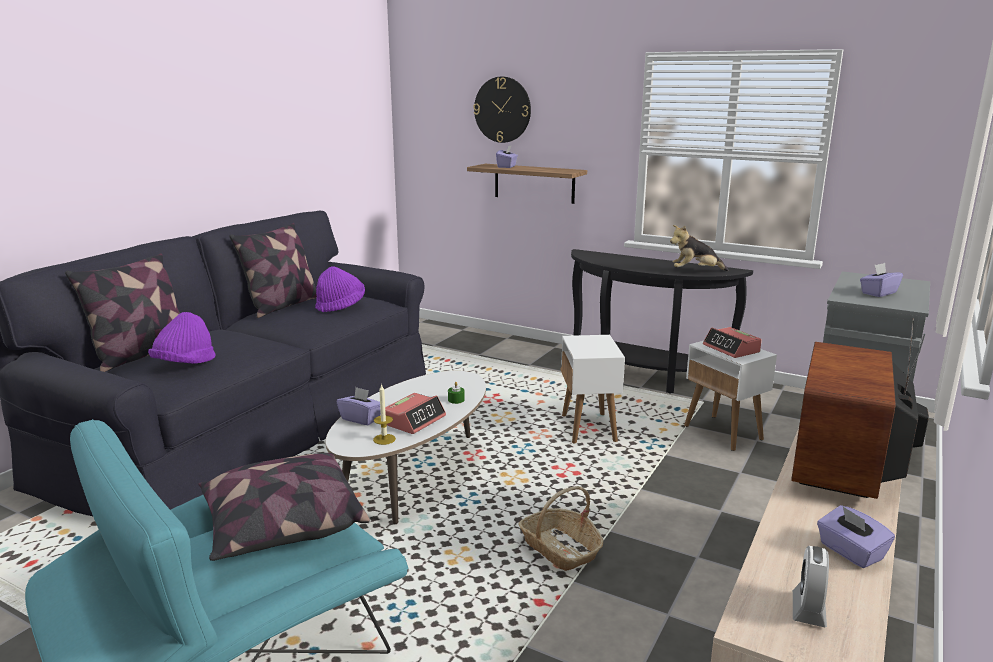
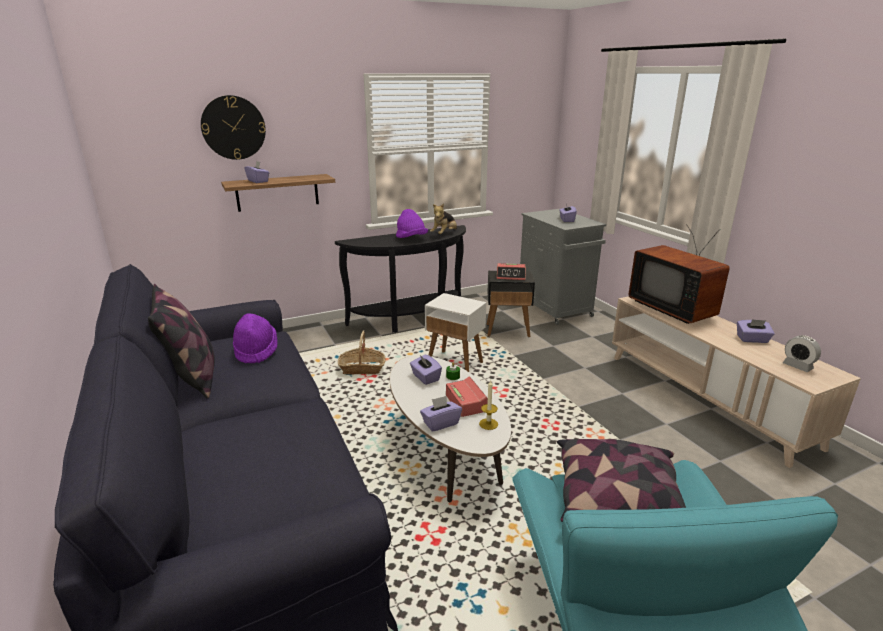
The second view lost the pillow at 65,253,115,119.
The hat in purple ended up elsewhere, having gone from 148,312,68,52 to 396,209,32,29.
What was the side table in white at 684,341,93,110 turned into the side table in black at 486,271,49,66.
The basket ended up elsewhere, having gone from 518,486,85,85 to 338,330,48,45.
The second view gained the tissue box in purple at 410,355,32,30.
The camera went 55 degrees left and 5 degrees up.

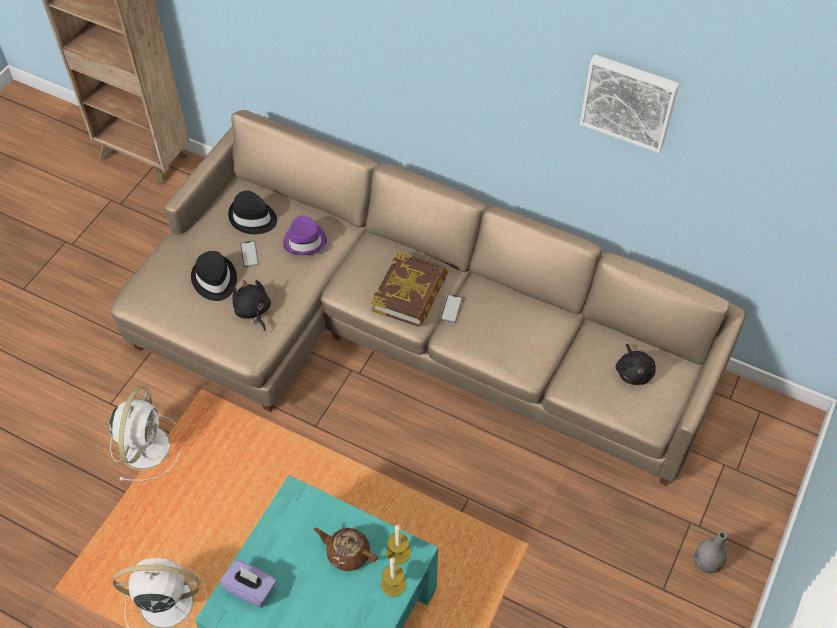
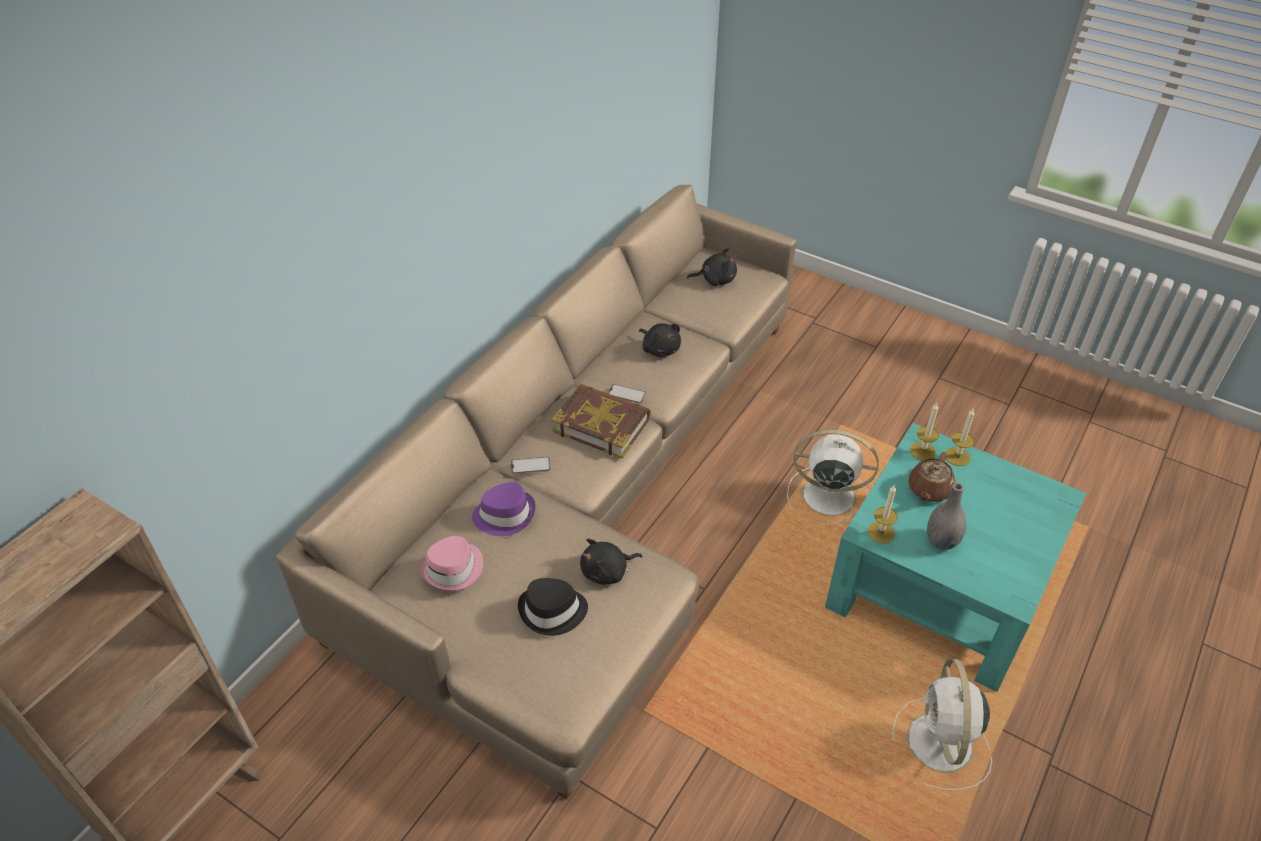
The second view lost the picture at 580,54,99,99.
What was the hat in black at 228,191,49,43 turned into the hat in pink at 419,536,64,55.
The phone ended up elsewhere, having gone from 240,241,19,26 to 511,456,39,18.
The fan in white ended up elsewhere, having gone from 109,386,71,95 to 787,430,92,95.
The vase in grey ended up elsewhere, having gone from 694,531,33,43 to 927,483,39,67.
The second view lost the tissue box in purple at 219,560,58,48.
The second view gained the plush toy in black at 639,323,42,34.
The second view gained the candle at 868,484,30,59.
The camera went 85 degrees left and 10 degrees down.

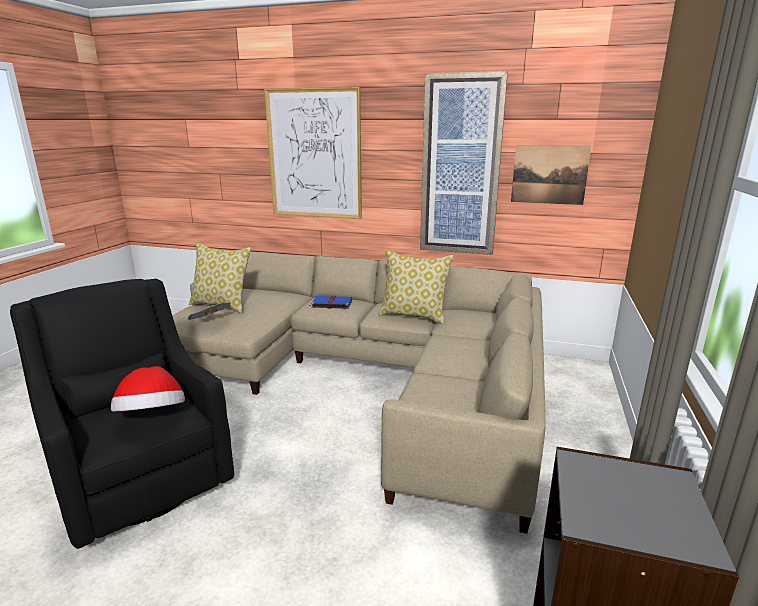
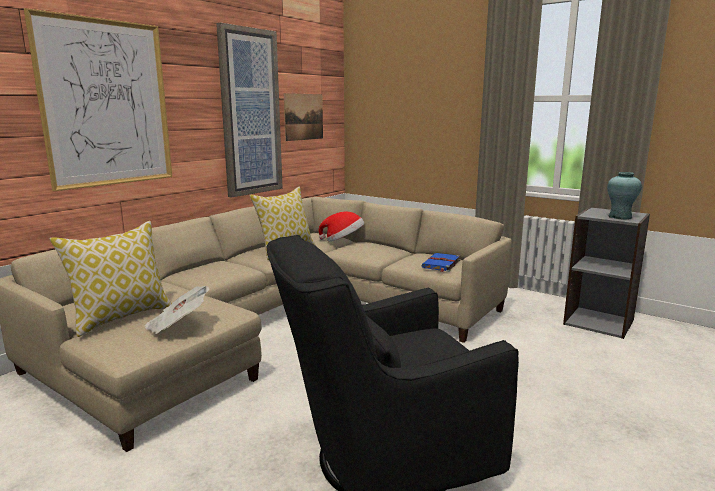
The book in blue ended up elsewhere, having gone from 310,296,42,13 to 421,253,39,19.
The hat ended up elsewhere, having gone from 111,366,74,45 to 318,211,46,31.
The second view gained the vase in turquoise at 607,172,35,48.
The camera went 70 degrees left and 5 degrees down.

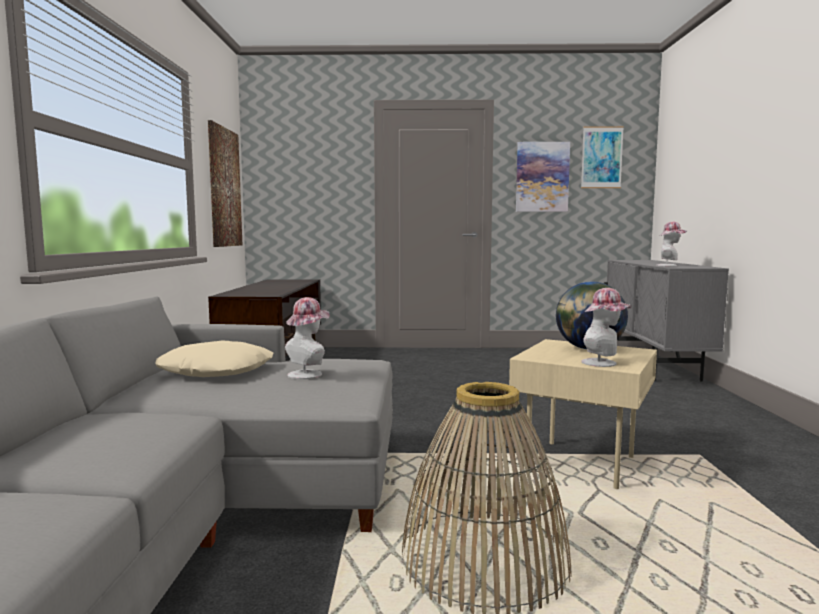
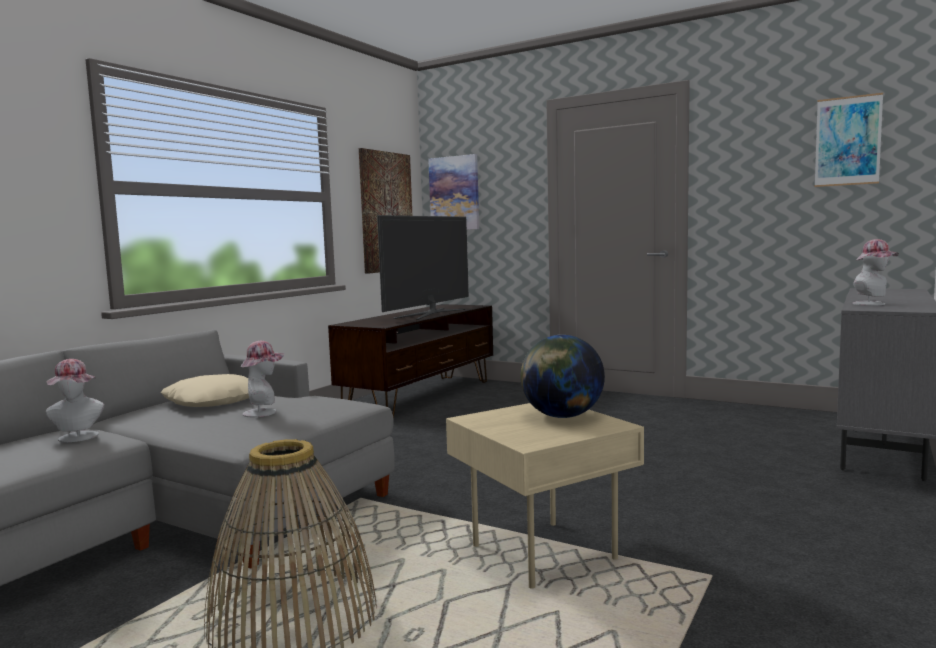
The picture ended up elsewhere, having gone from 516,142,54,70 to 428,154,51,76.
The hat ended up elsewhere, having gone from 581,288,51,79 to 46,359,58,83.
The second view gained the television at 377,215,92,105.
The camera went 30 degrees right and 0 degrees up.

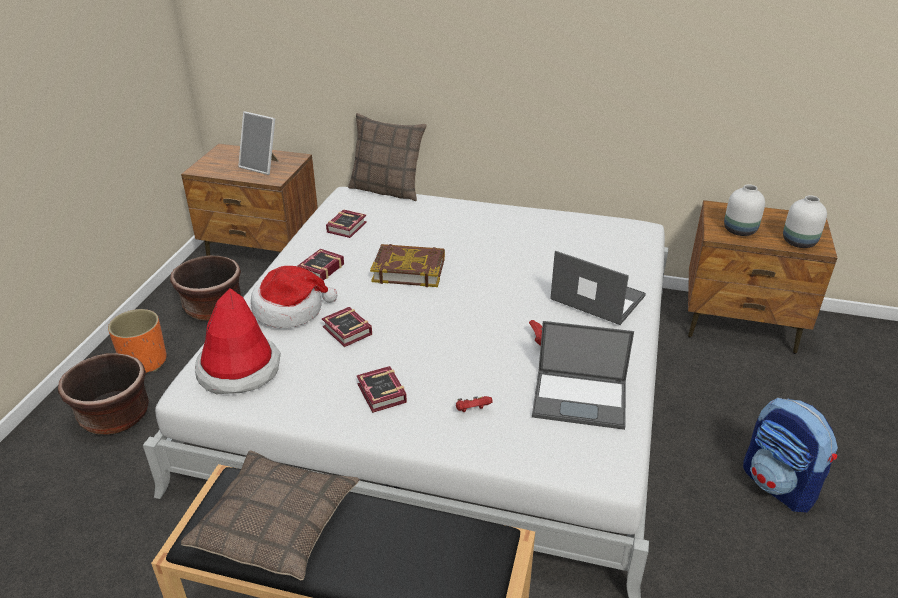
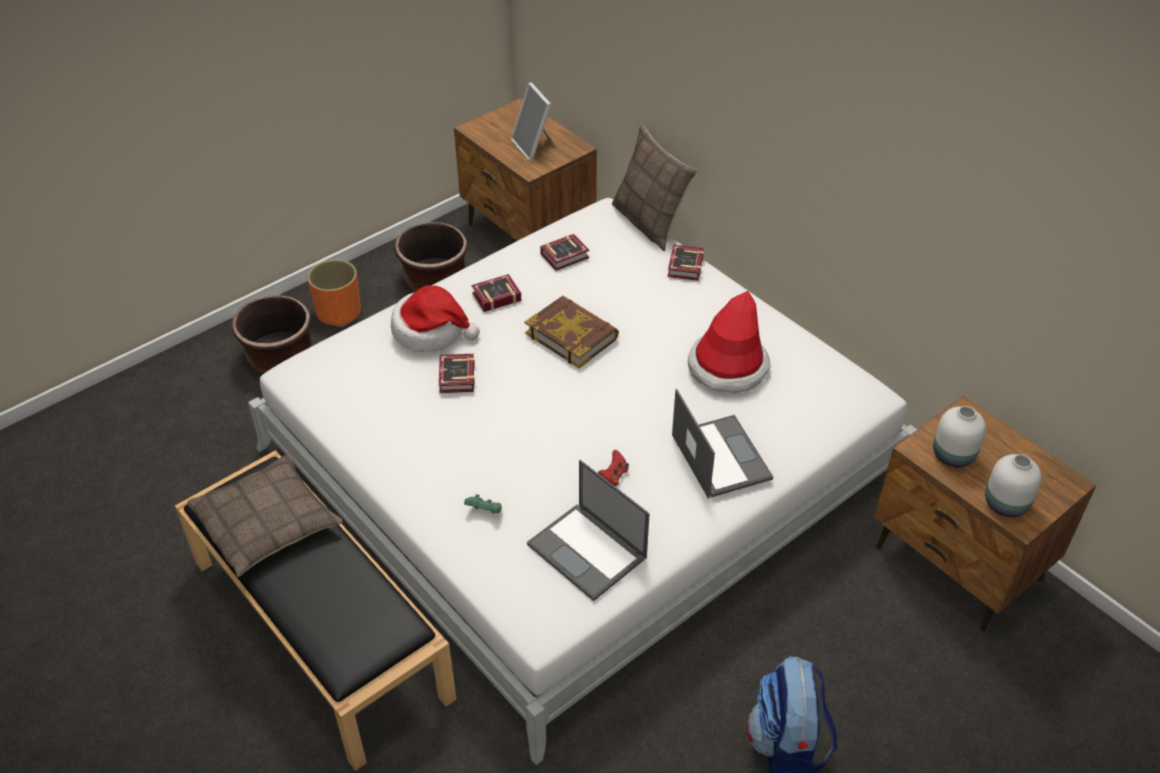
The hat ended up elsewhere, having gone from 195,288,85,106 to 688,291,83,102.
The book ended up elsewhere, having gone from 357,366,50,47 to 668,244,36,37.
What was the game controller in red at 456,396,37,16 turned into the game controller in green at 464,494,38,20.
The camera went 35 degrees right and 10 degrees up.

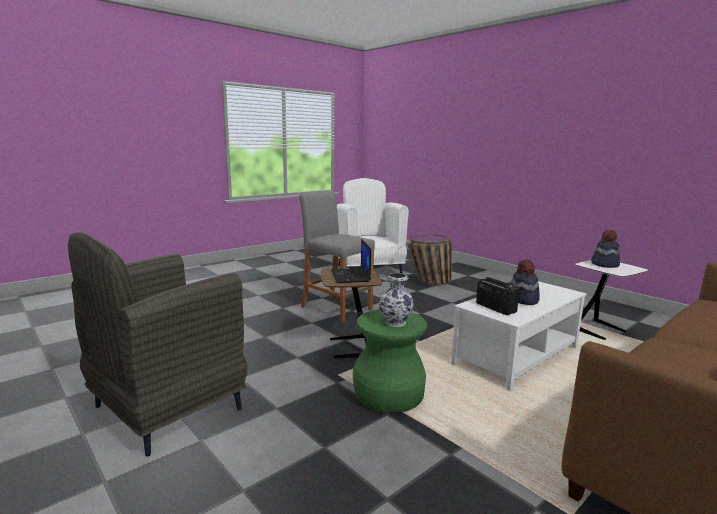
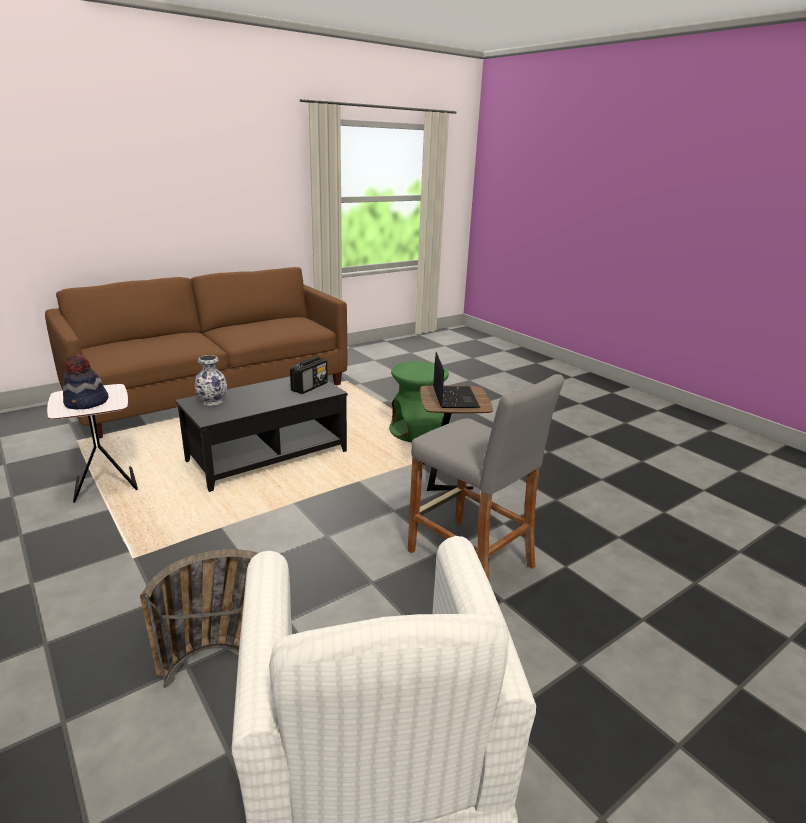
The second view lost the armchair in grey at 68,232,179,225.
The second view lost the hat at 511,260,29,45.
The vase ended up elsewhere, having gone from 379,273,35,54 to 195,355,32,51.
The radio at 476,277,44,38 ended up facing another way, 120 degrees counterclockwise from before.
What was the coffee table in white at 451,281,136,110 turned into the coffee table in black at 175,377,172,115.
The camera went 175 degrees left and 10 degrees up.

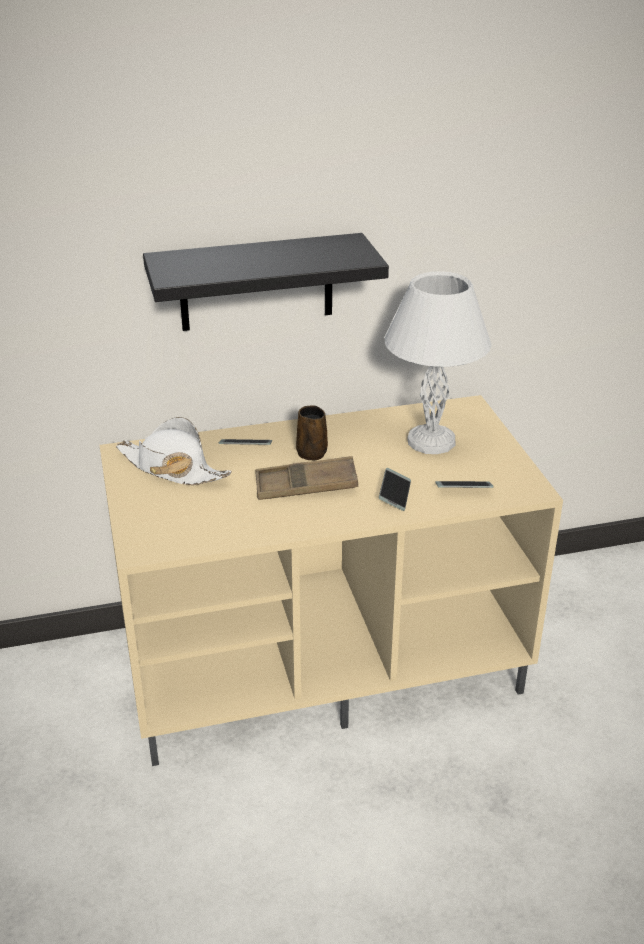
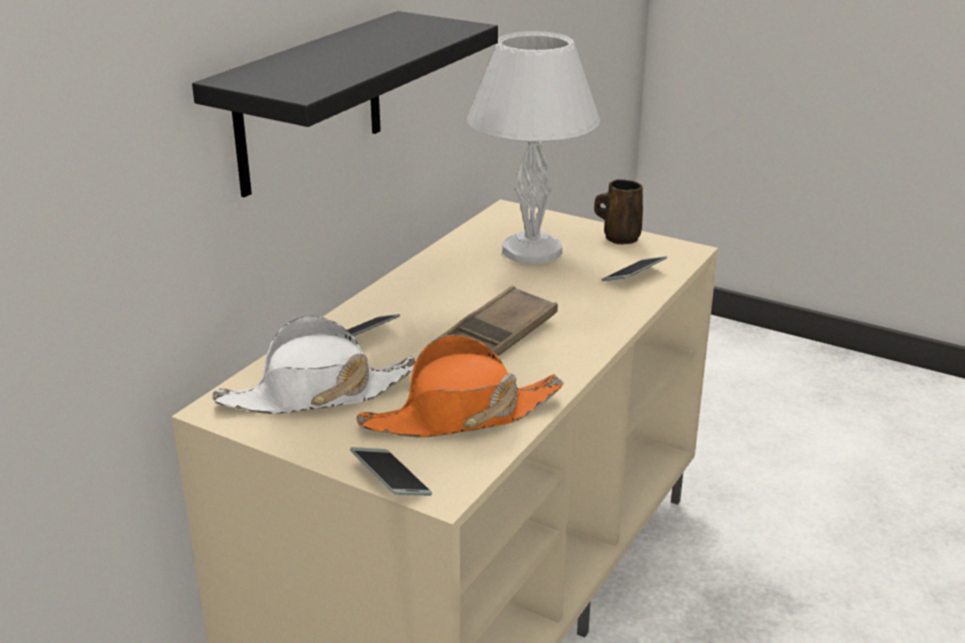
The mug in brown ended up elsewhere, having gone from 296,405,32,55 to 594,179,49,65.
The phone ended up elsewhere, having gone from 379,468,32,43 to 350,447,82,49.
The second view gained the hat in orange at 357,334,207,104.
The camera went 45 degrees left and 5 degrees down.

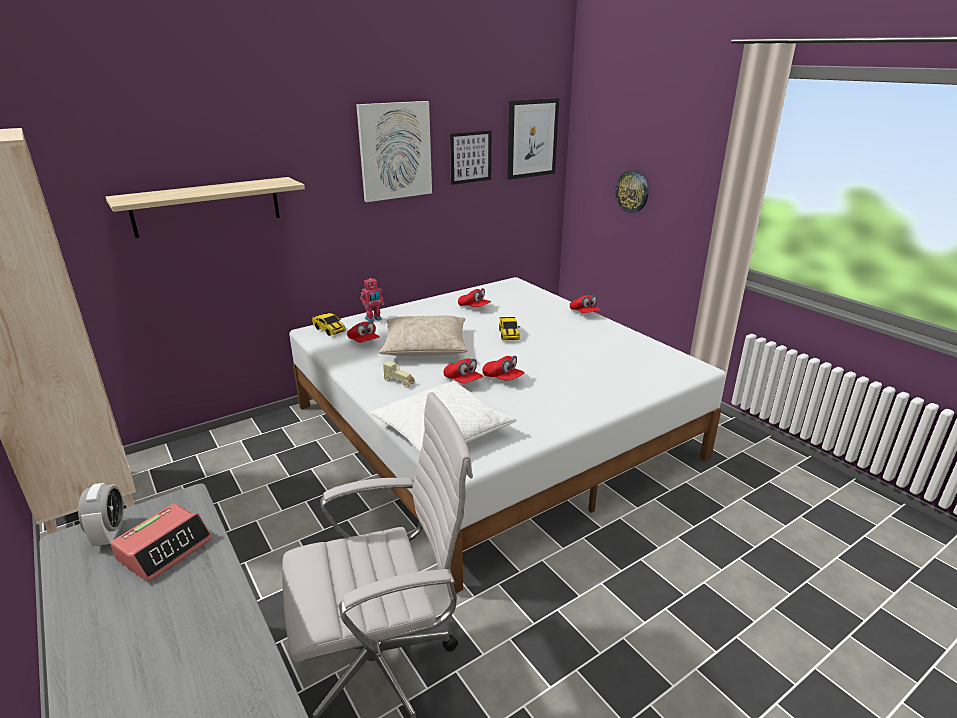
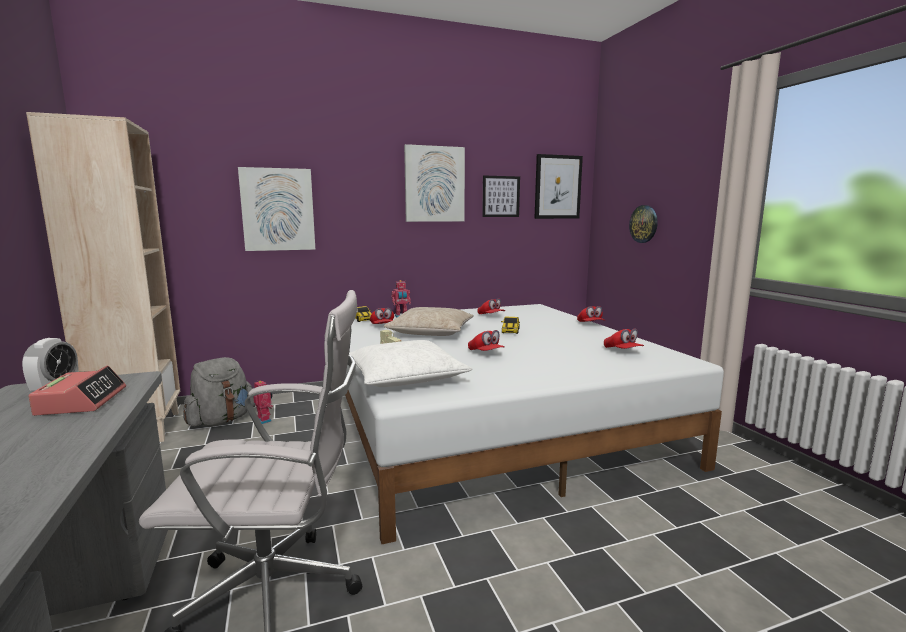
Where the shelf hung at 106,177,199,61, the picture came to hang at 238,167,77,84.
The cap in red ended up elsewhere, having gone from 443,358,40,25 to 604,329,40,20.
The alarm clock at 110,503,102,79 ended up facing another way, 60 degrees counterclockwise from before.
The second view gained the backpack in grey at 183,357,72,70.
The second view gained the toy robot at 253,381,20,43.
The camera went 15 degrees right and 15 degrees down.

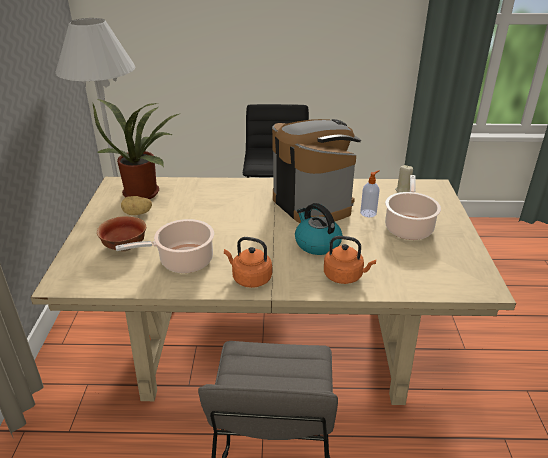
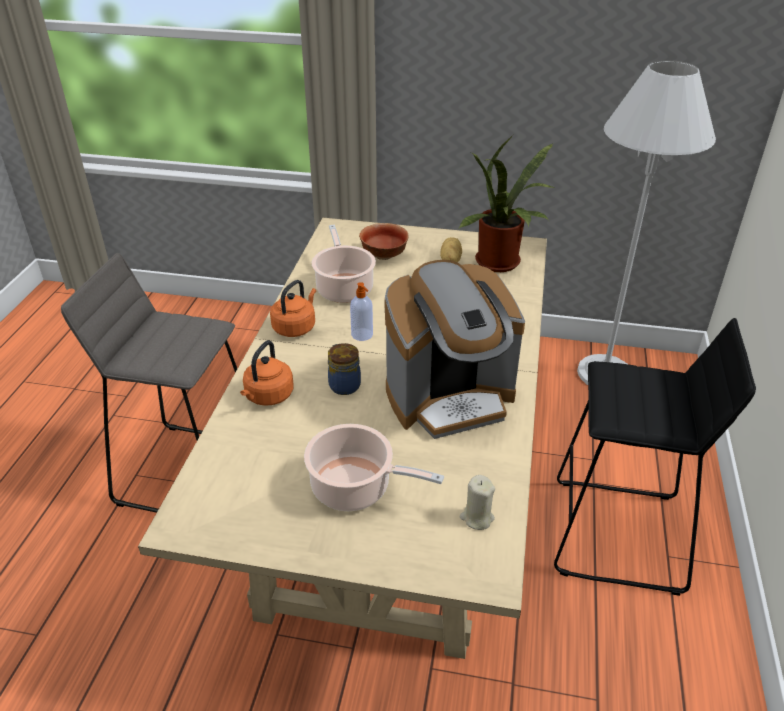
The soap dispenser ended up elsewhere, having gone from 360,170,20,47 to 350,282,23,59.
Where the kettle stood at 295,203,47,52, the jar came to stand at 328,343,33,52.
The camera went 100 degrees right and 5 degrees up.

